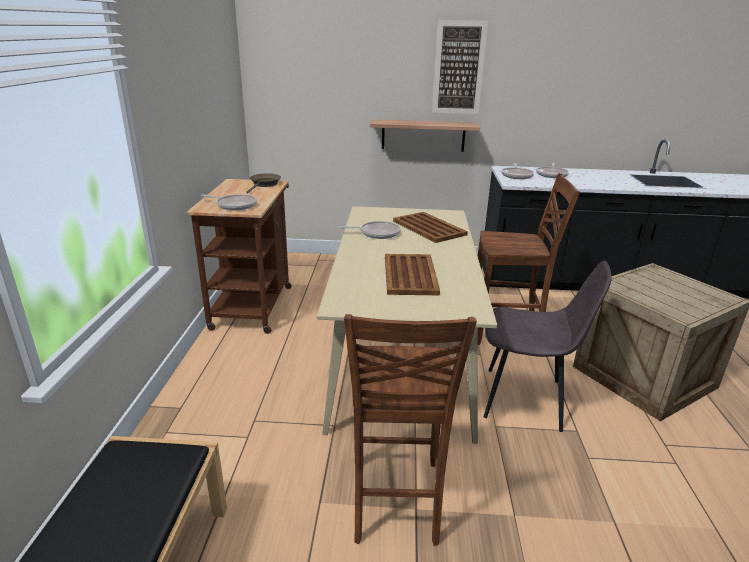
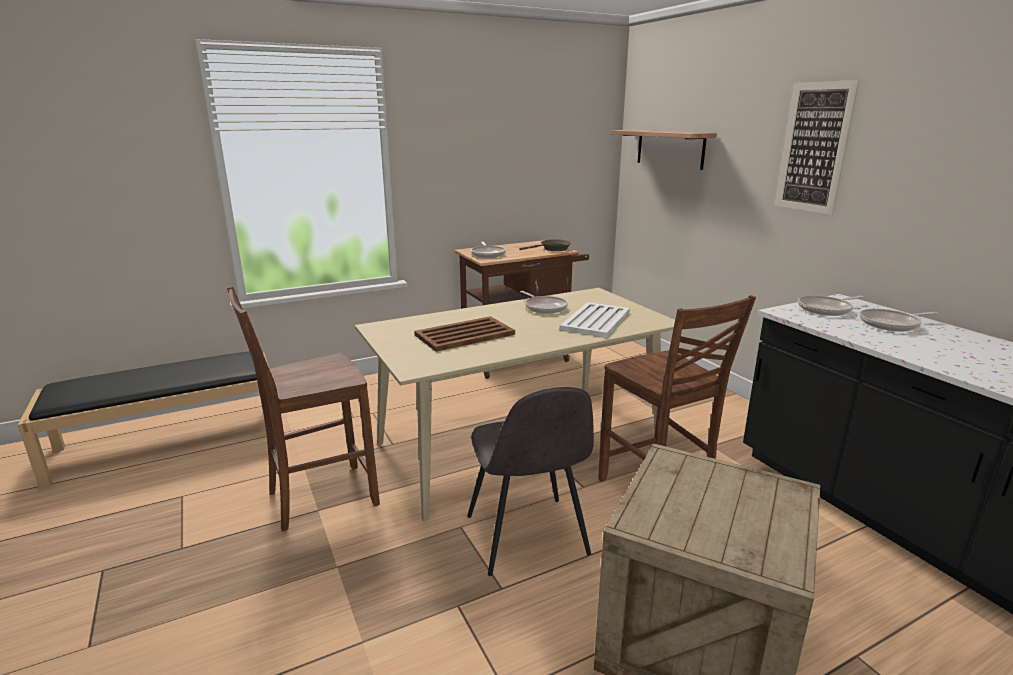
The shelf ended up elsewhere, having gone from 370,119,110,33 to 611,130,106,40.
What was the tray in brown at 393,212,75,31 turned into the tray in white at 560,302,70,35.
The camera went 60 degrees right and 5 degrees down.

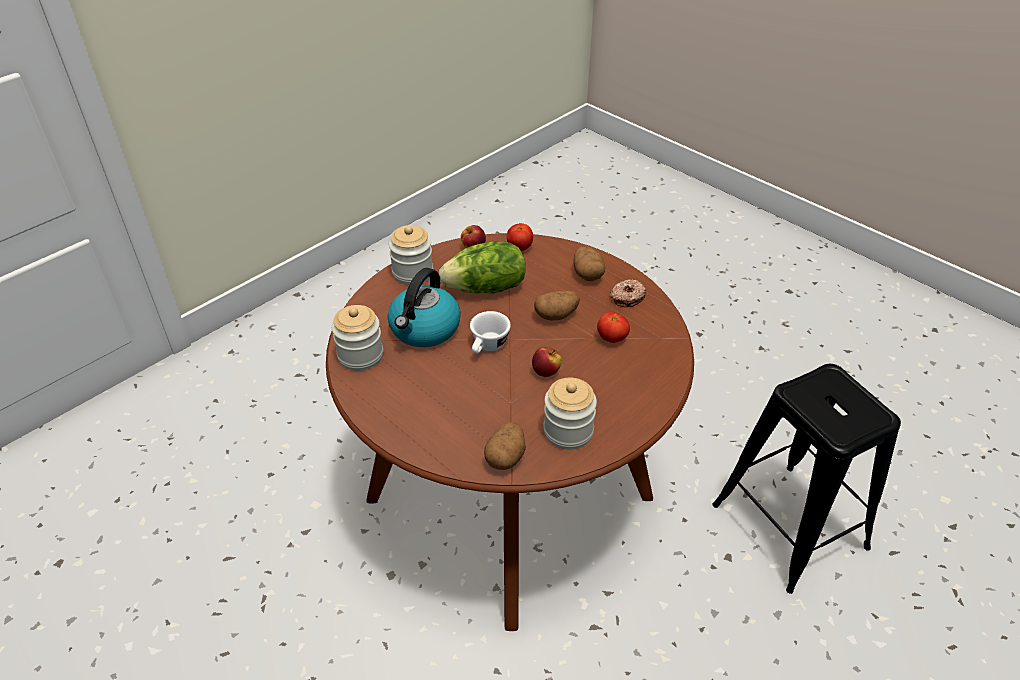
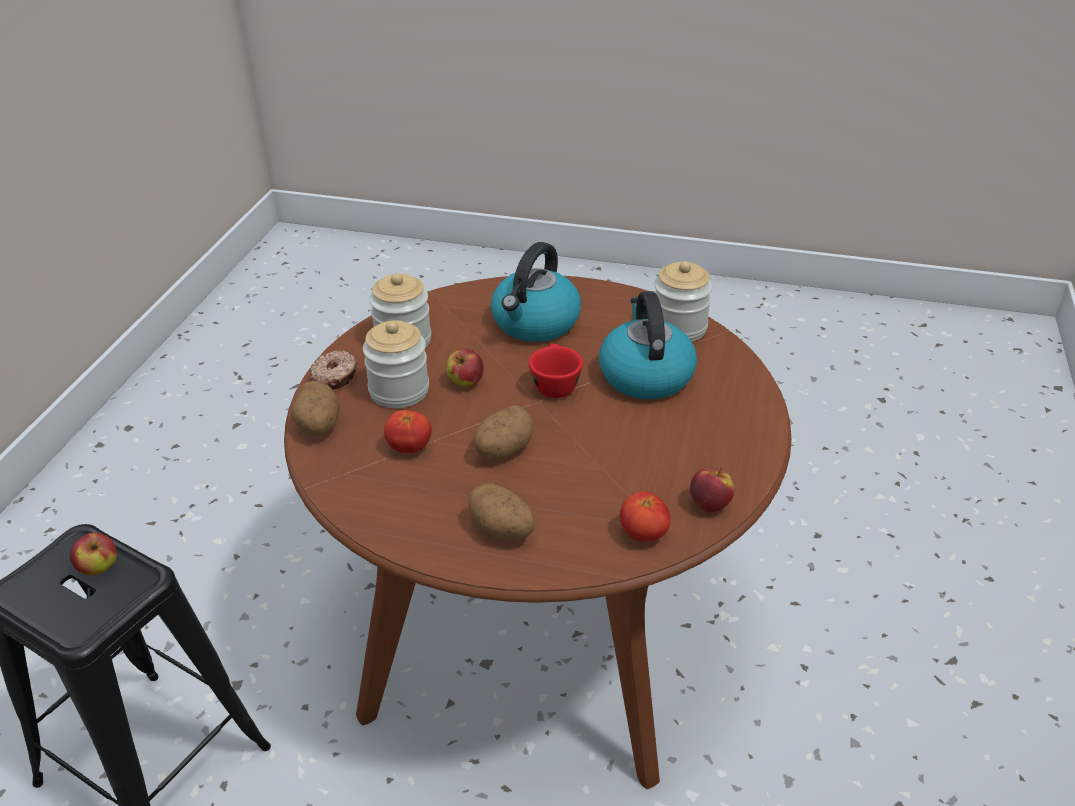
The jar ended up elsewhere, having gone from 389,225,44,60 to 363,320,66,88.
The second view lost the lettuce at 439,241,87,53.
The donut ended up elsewhere, having gone from 610,279,36,28 to 309,351,49,38.
What was the cup in white at 470,311,41,43 turned into the cup in red at 529,344,54,54.
The potato ended up elsewhere, having gone from 484,422,42,48 to 291,381,49,54.
The second view gained the kettle at 491,242,90,100.
The second view gained the apple at 70,532,47,43.
The camera went 150 degrees right and 5 degrees down.

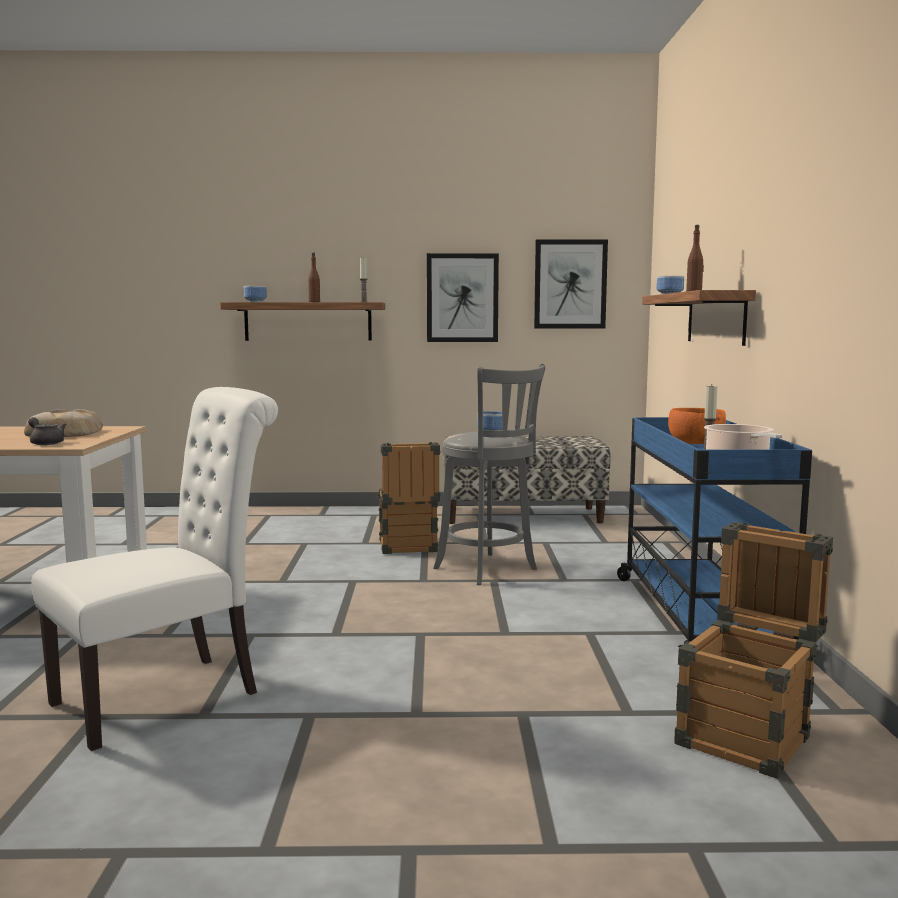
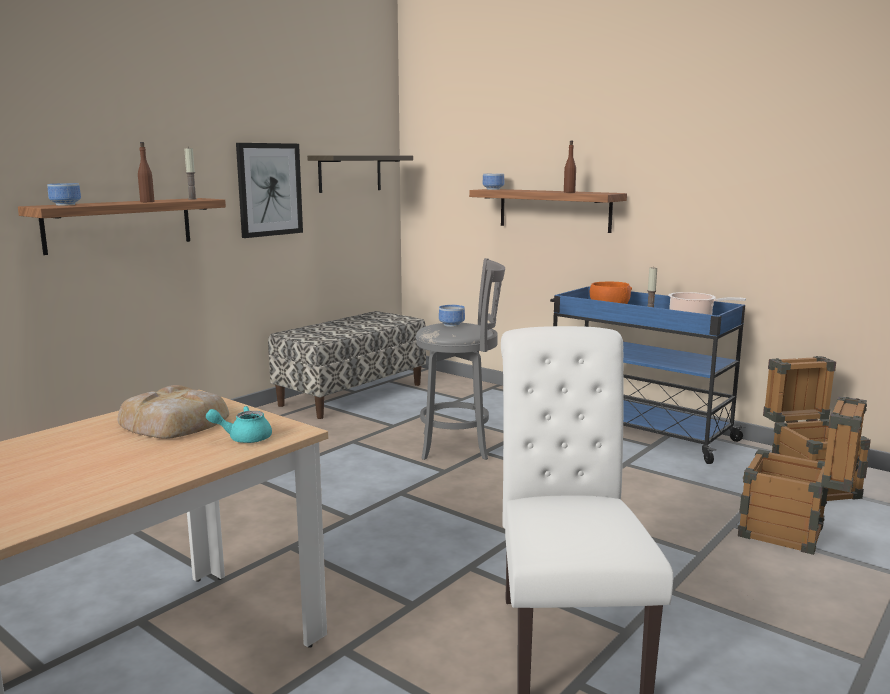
Where the picture hung at 534,239,74,89, the shelf came to hang at 307,155,106,38.
What was the teapot in grey at 28,417,38,28 turned into the teapot in turquoise at 206,406,66,37.
The crate ended up elsewhere, having gone from 378,442,63,112 to 738,396,129,159.
The camera went 50 degrees left and 5 degrees up.

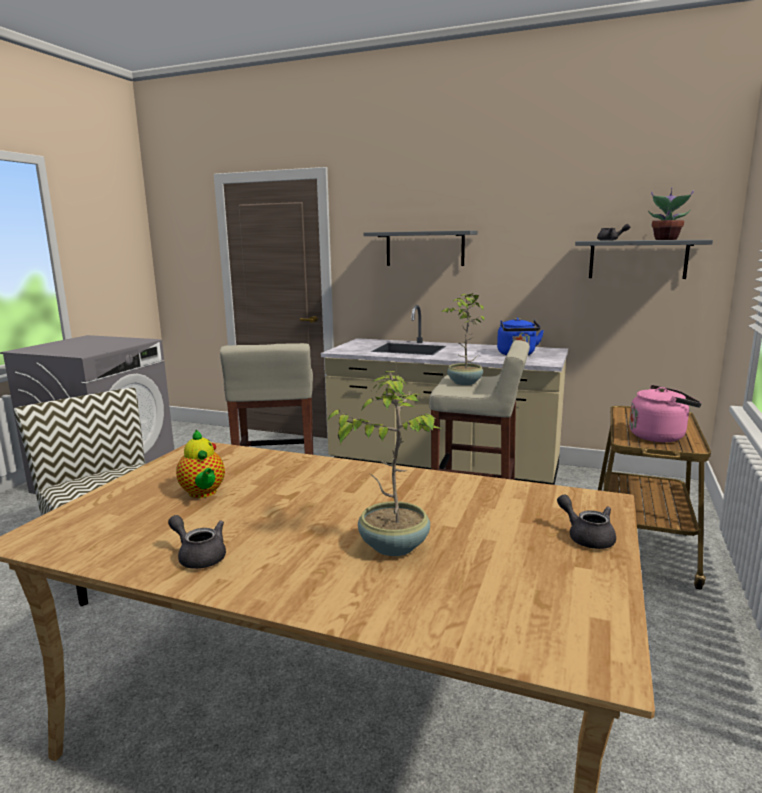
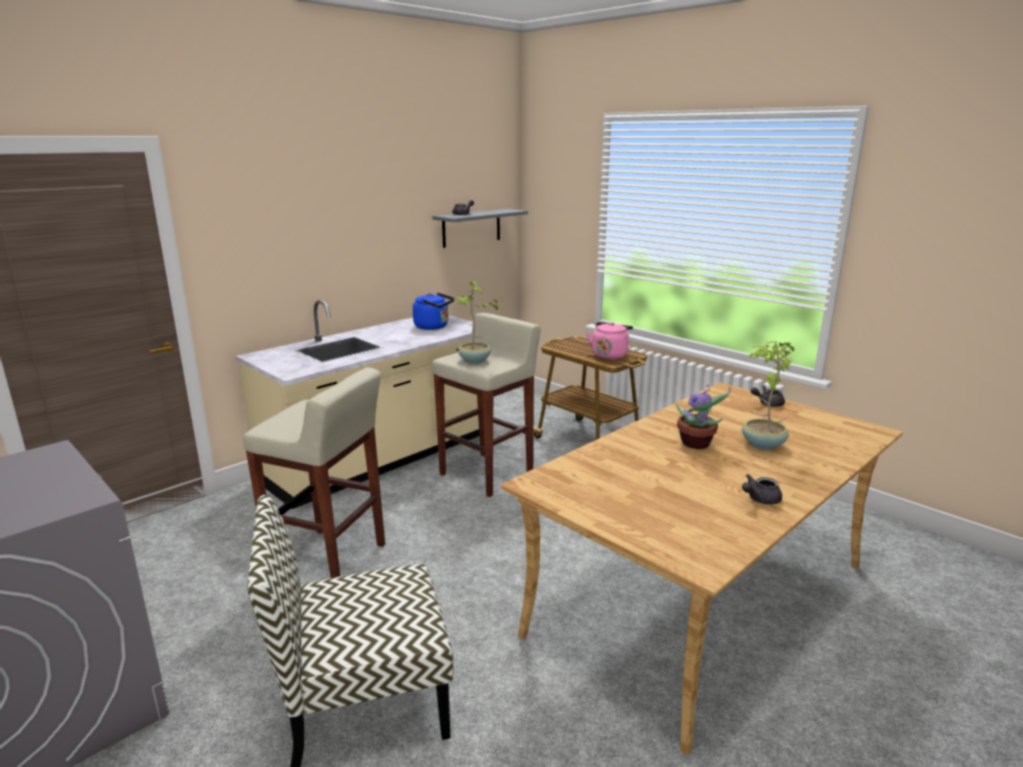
The potted plant ended up elsewhere, having gone from 648,188,46,52 to 676,385,55,64.
The second view lost the shelf in grey at 364,231,114,35.
The second view lost the teapot at 176,429,49,69.
The camera went 65 degrees left and 5 degrees up.

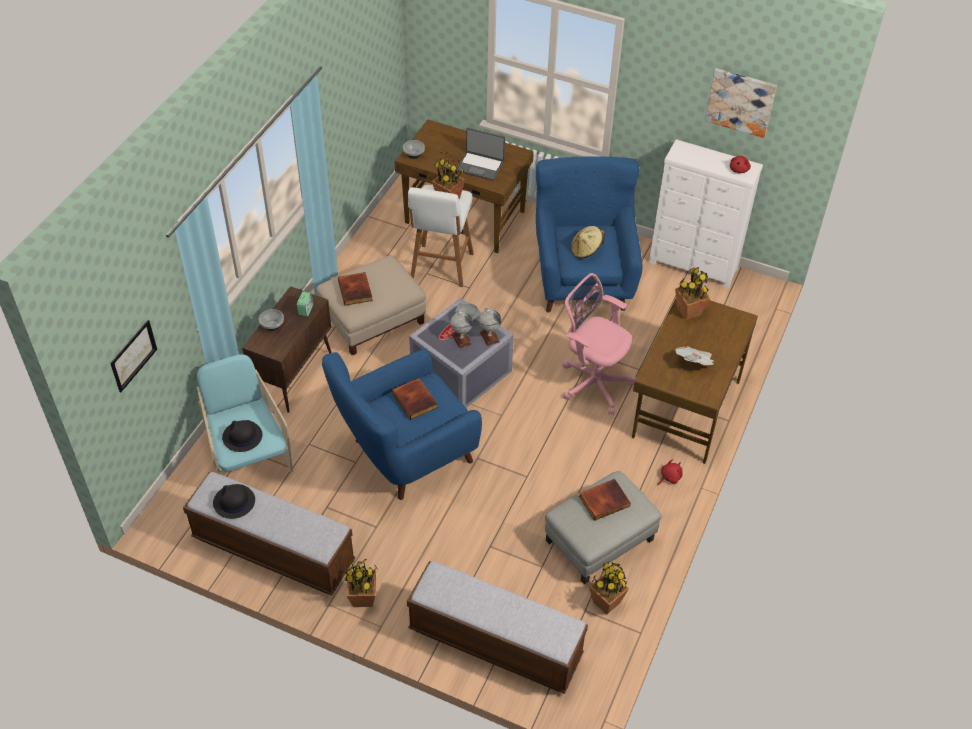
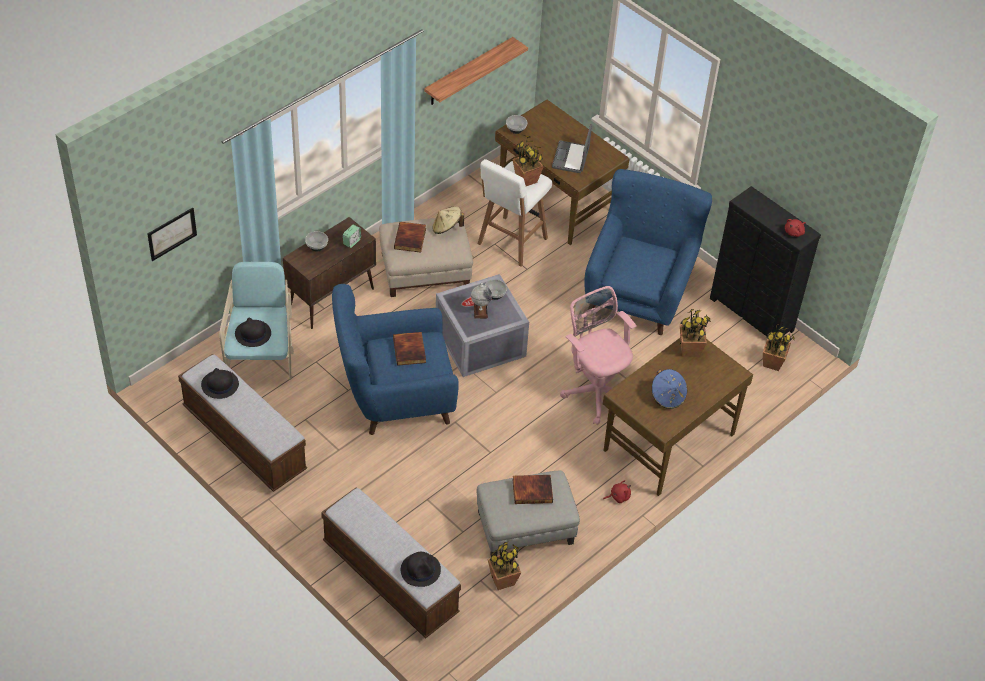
The second view lost the picture at 705,68,72,70.
The laptop at 457,128,48,53 ended up facing another way, 60 degrees clockwise from before.
What was the dresser in white at 649,139,114,150 turned into the dresser in black at 710,186,111,150.
The hat in beige ended up elsewhere, having gone from 571,226,34,33 to 432,206,32,28.
The second view lost the globe at 479,307,22,39.
Where the newspaper stood at 675,346,39,20, the hat in blue came to stand at 652,369,35,40.
The potted plant ended up elsewhere, having gone from 345,559,34,48 to 763,324,31,47.
The second view gained the shelf at 424,37,104,68.
The second view gained the hat in black at 401,552,40,35.
The camera went 20 degrees right and 0 degrees up.

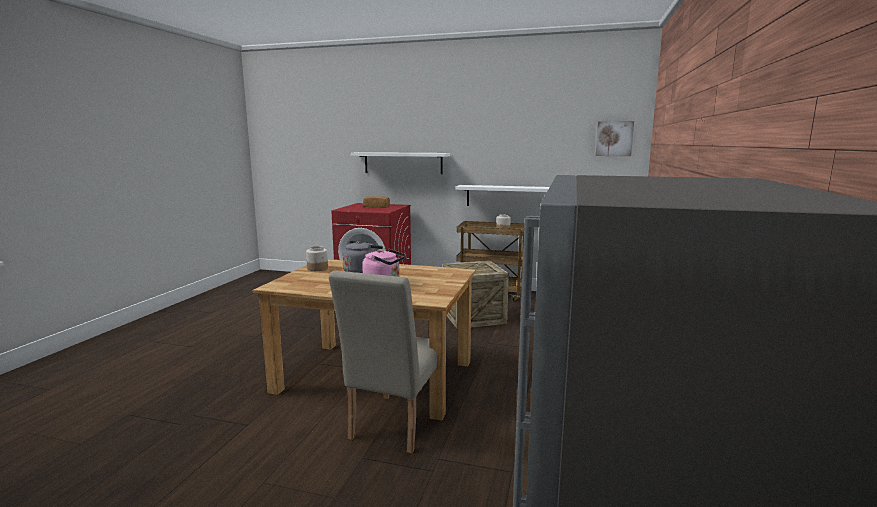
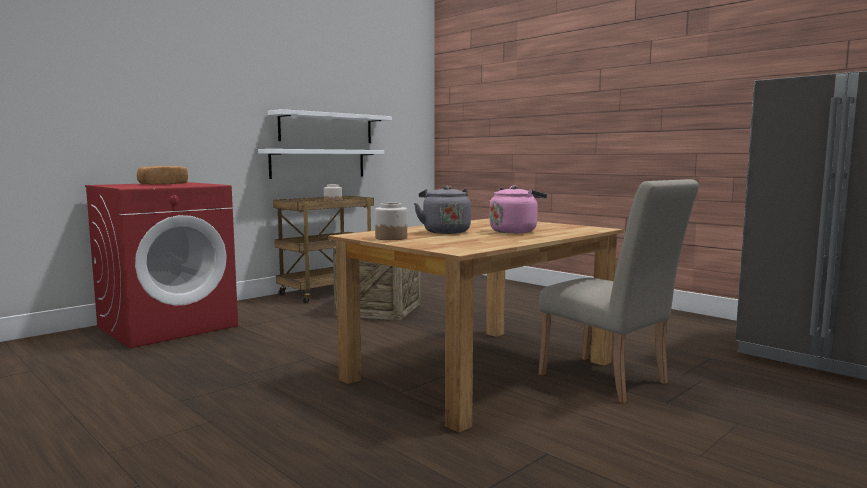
The second view lost the picture at 595,121,39,35.
The shelf in white ended up elsewhere, having gone from 351,152,99,22 to 268,109,124,34.
The camera went 60 degrees left and 5 degrees down.

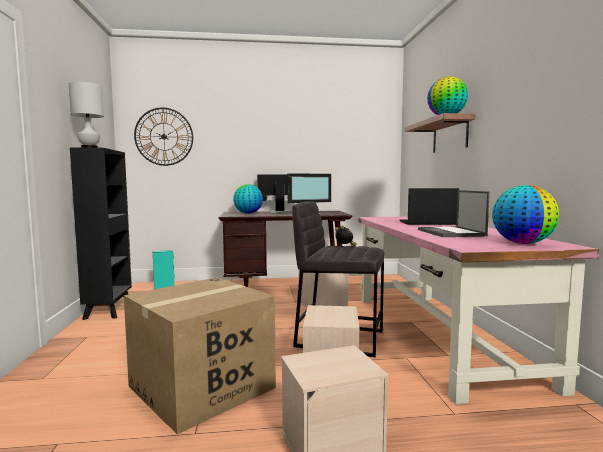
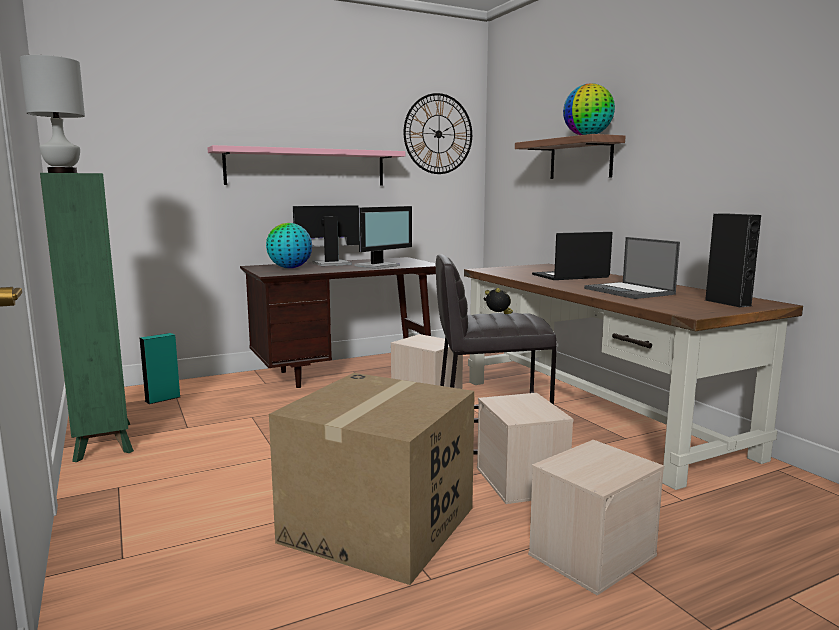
The wall clock ended up elsewhere, having gone from 134,107,59,59 to 403,93,69,81.
What was the bookcase in black at 70,147,62,173 turned into the bookcase in green at 40,173,94,289.
Where the globe stood at 492,185,68,59, the speaker in black came to stand at 705,213,56,94.
What was the desk in pink at 359,216,240,188 turned into the desk in brown at 464,264,339,226.
The second view gained the shelf in pink at 208,145,197,40.
The camera went 20 degrees left and 5 degrees up.

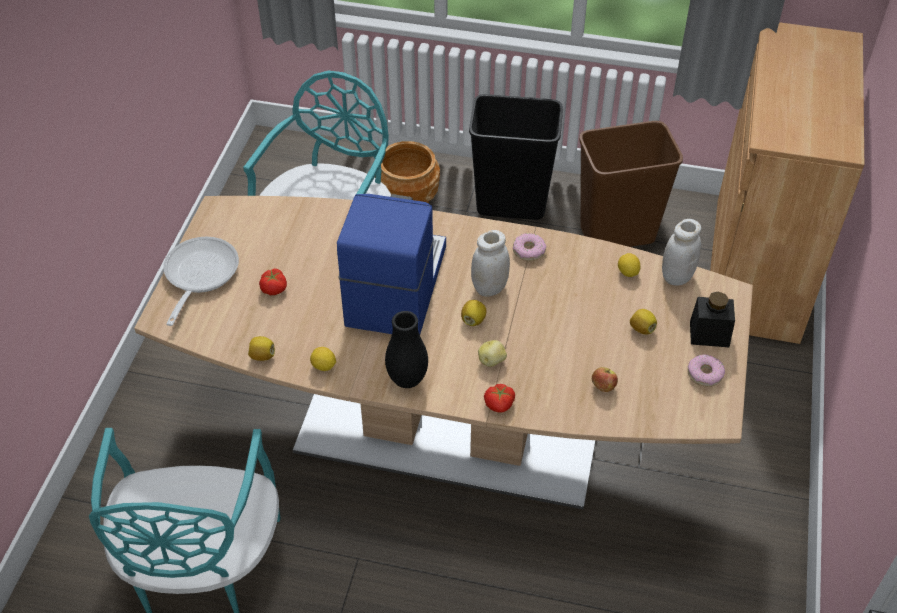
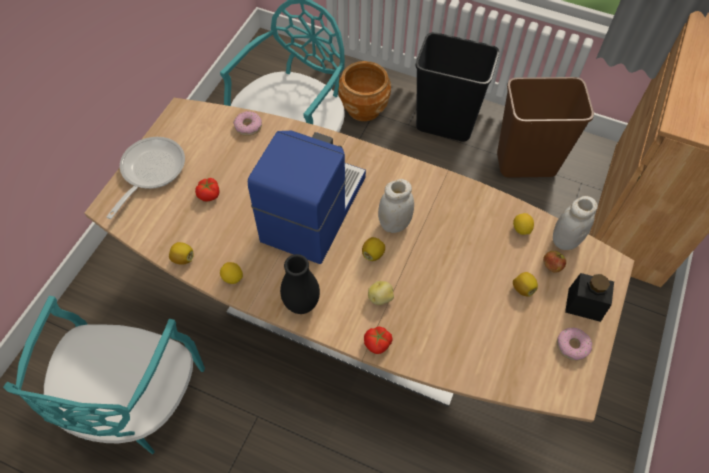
The donut ended up elsewhere, having gone from 513,233,33,28 to 233,111,29,25.
The apple ended up elsewhere, having gone from 592,367,26,25 to 543,251,23,22.
The camera went 10 degrees right and 10 degrees up.

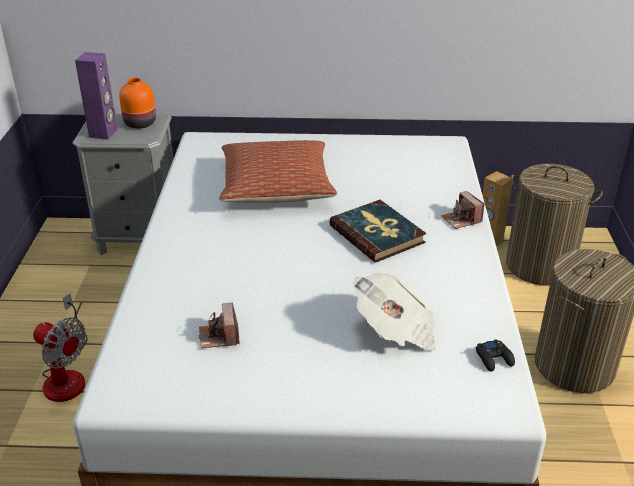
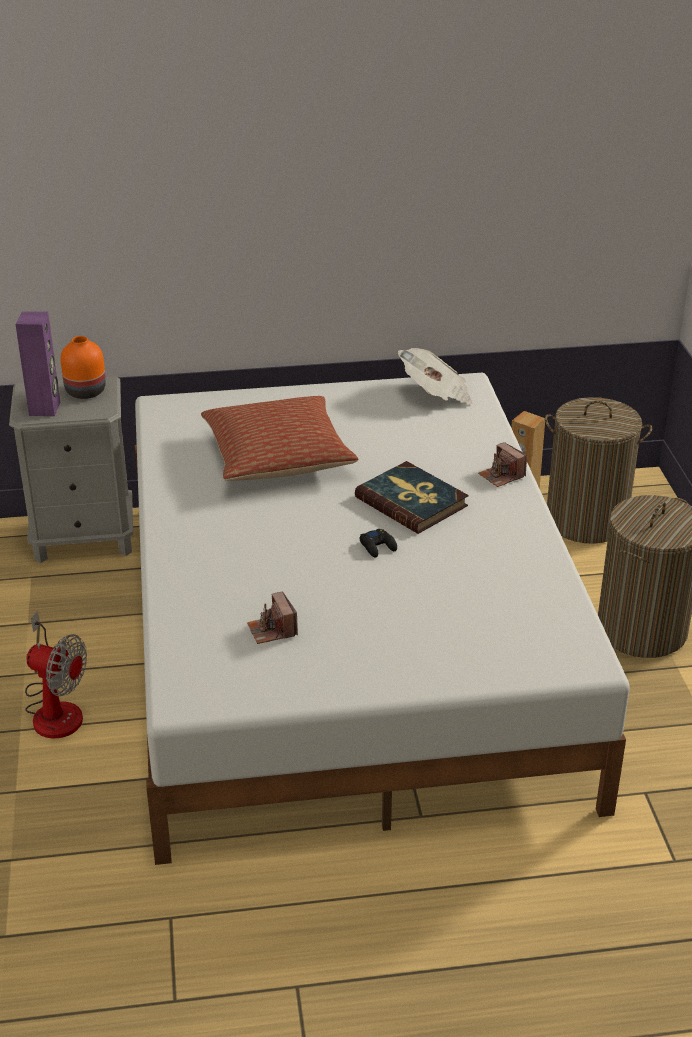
The newspaper ended up elsewhere, having gone from 353,273,83,78 to 398,348,74,56.
The game controller in black ended up elsewhere, having gone from 476,339,39,33 to 360,529,37,28.
The camera went 10 degrees left and 0 degrees up.

